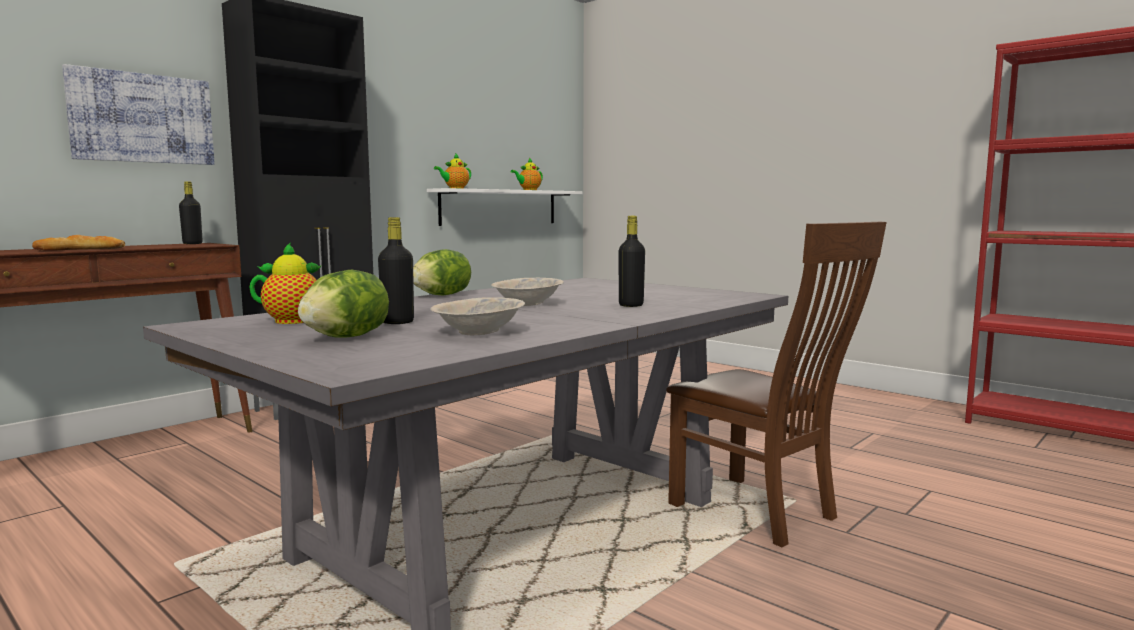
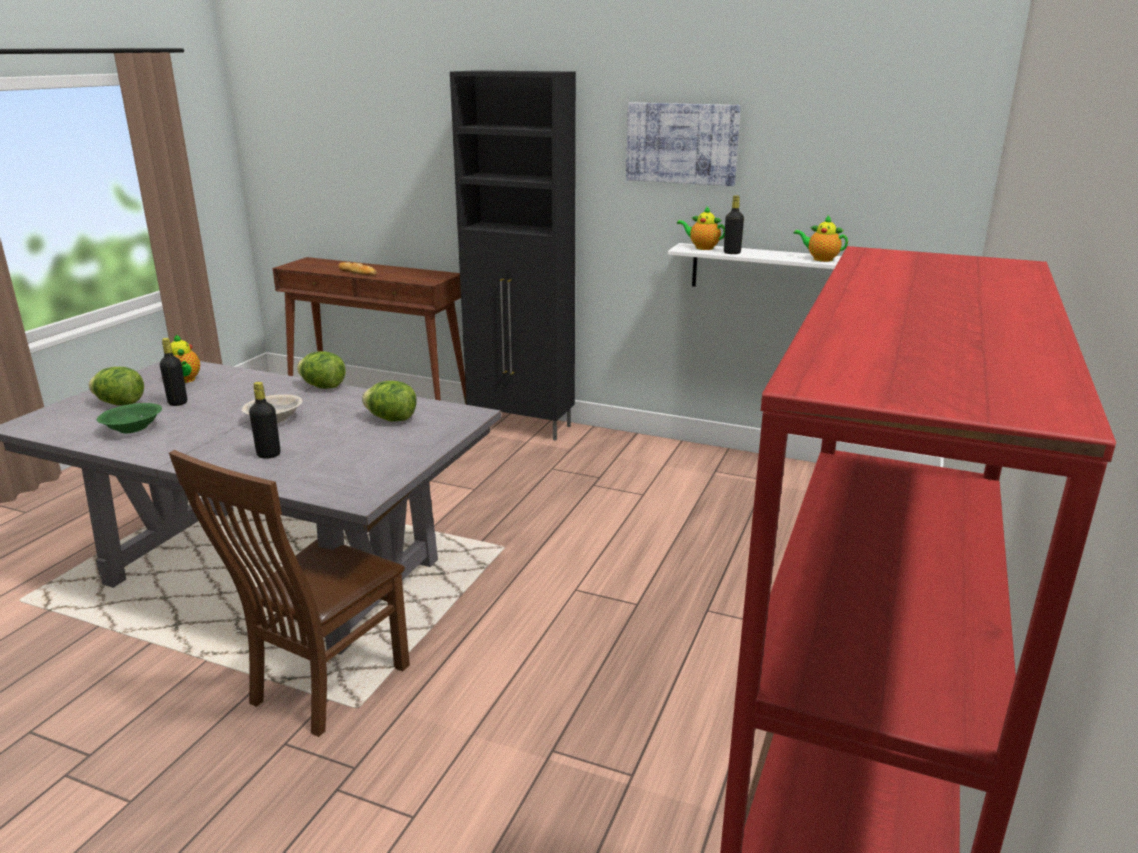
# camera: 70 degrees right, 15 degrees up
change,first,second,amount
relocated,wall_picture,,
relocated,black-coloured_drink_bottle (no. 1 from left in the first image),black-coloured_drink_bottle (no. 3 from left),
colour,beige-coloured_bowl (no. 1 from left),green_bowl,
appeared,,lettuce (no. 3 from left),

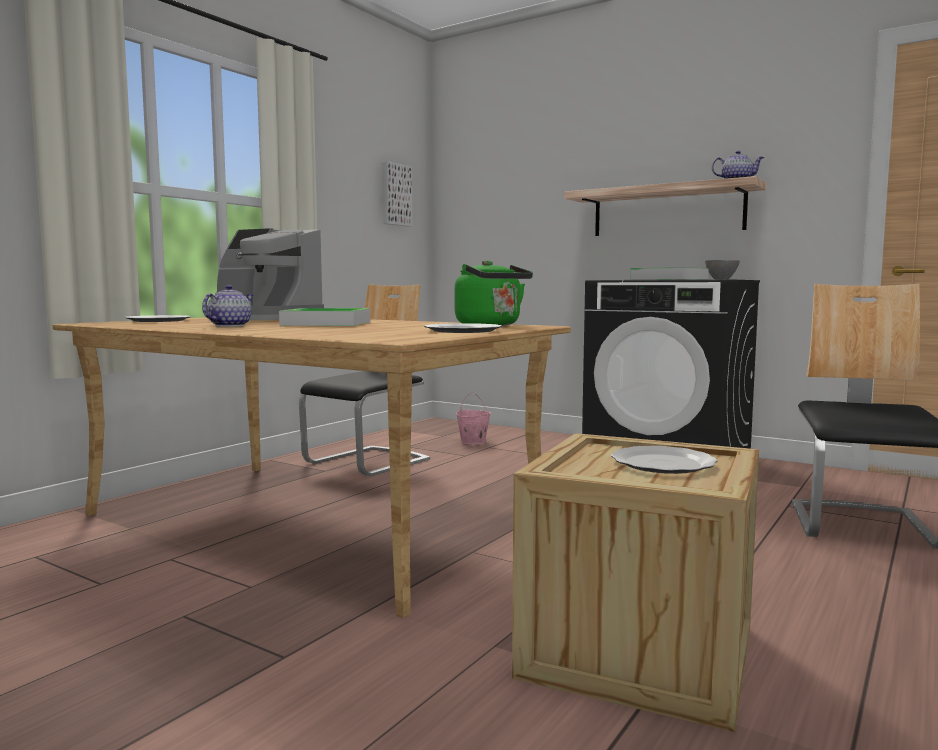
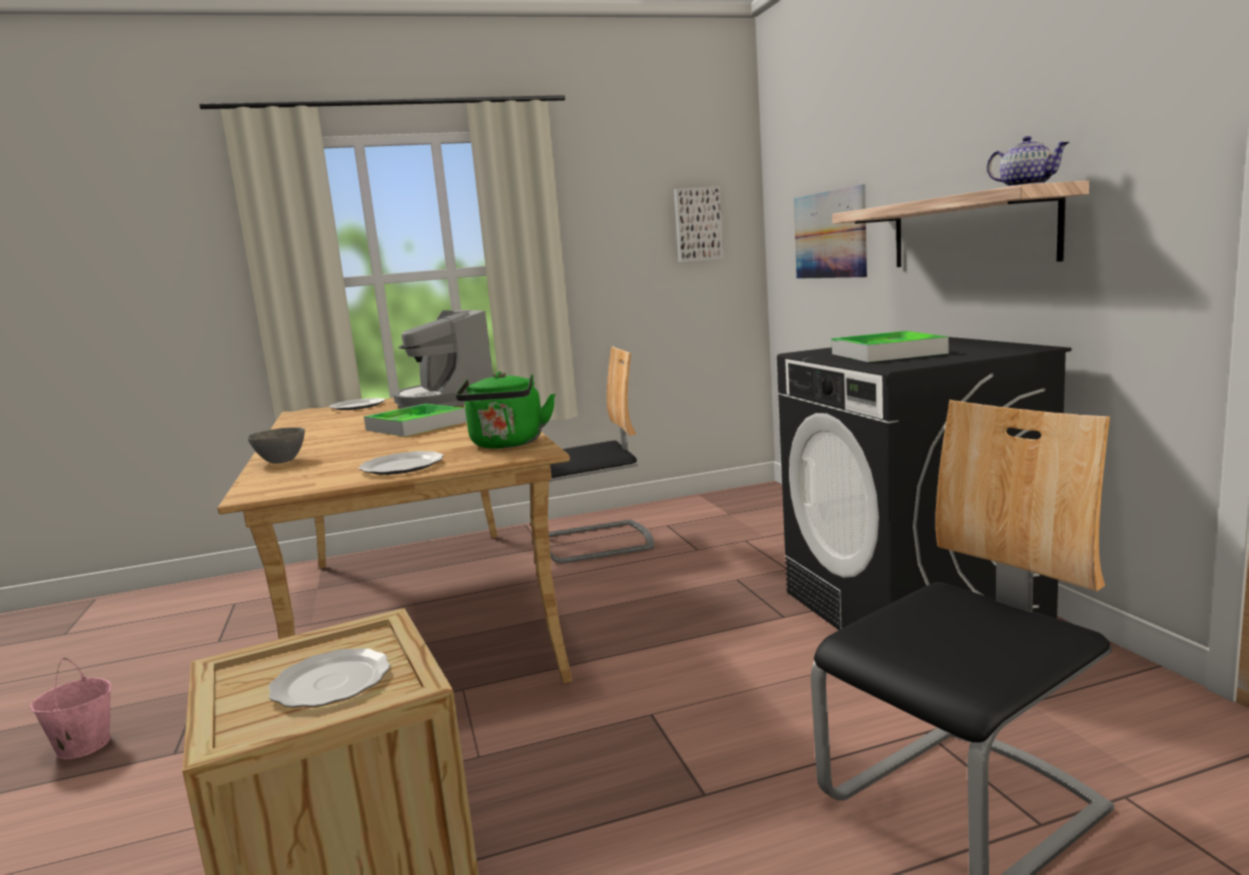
# camera: 40 degrees right, 5 degrees up
change,first,second,amount
relocated,greyish_bowl,,
missing,pot_for_tea (no. 1 from left),,
relocated,pink_water_bucket,,
appeared,,wall_picture (no. 2 from left),

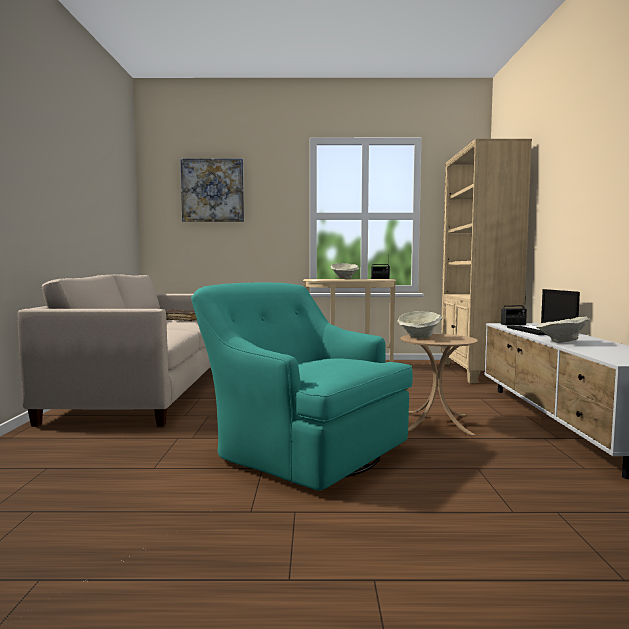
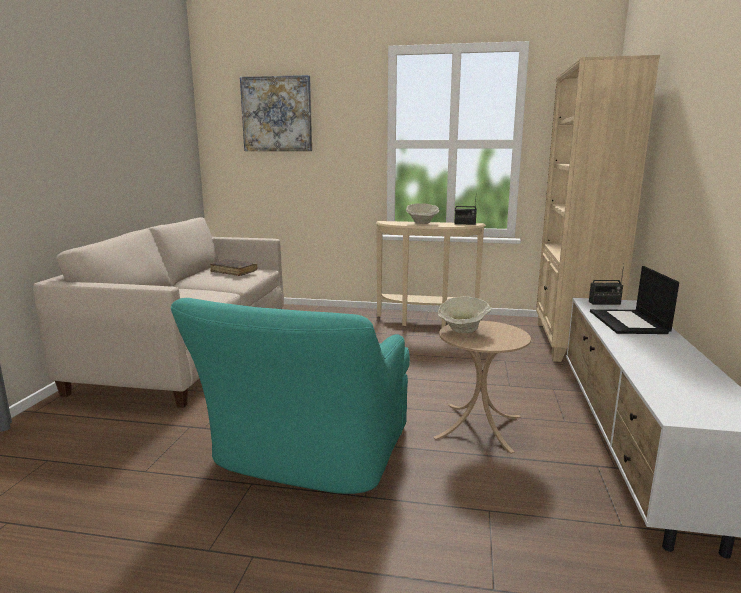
# camera: 10 degrees right, 10 degrees up
change,first,second,amount
spun,blue-green_easy_chair,,120 degrees counterclockwise
missing,beige-coloured_bowl (no. 3 from left),,

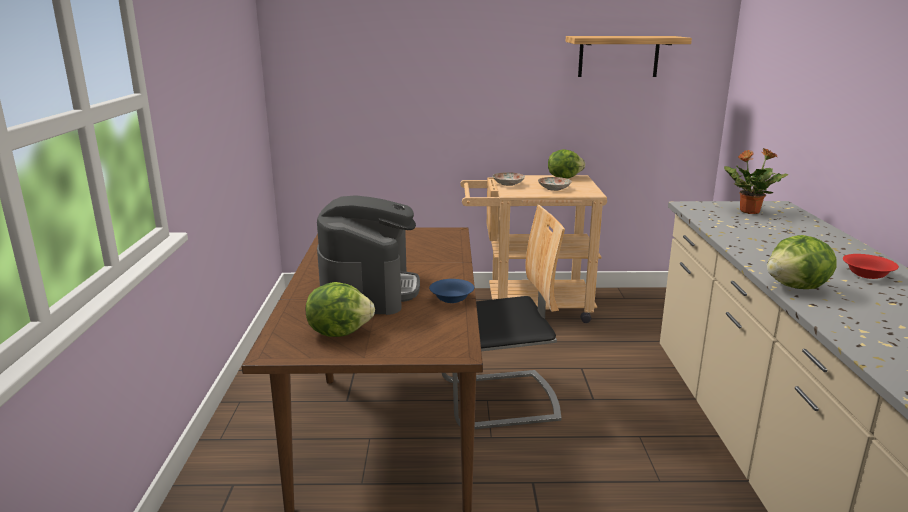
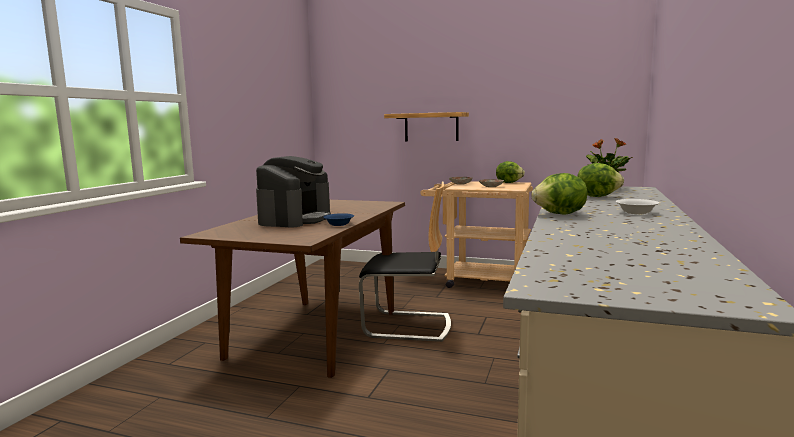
# camera: 20 degrees right, 10 degrees down
change,first,second,amount
relocated,bracket_shelf,,
colour,red-coloured_bowl,whitish_bowl,
relocated,lettuce (no. 1 from left in the first image),lettuce (no. 3 from left),

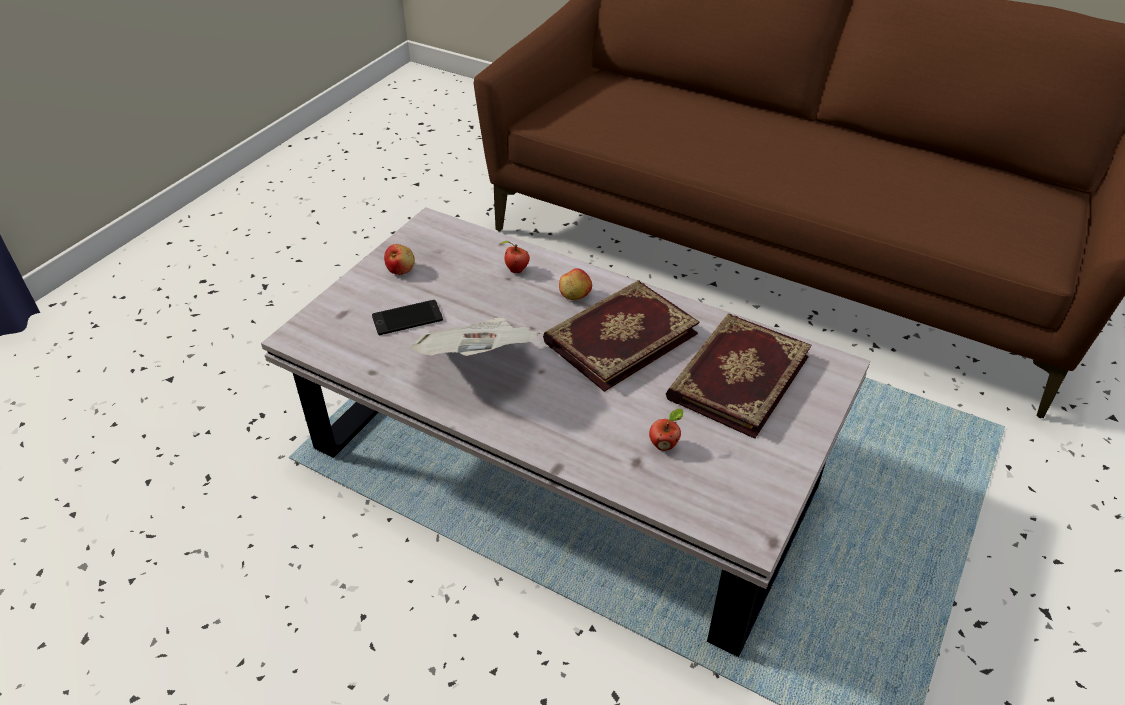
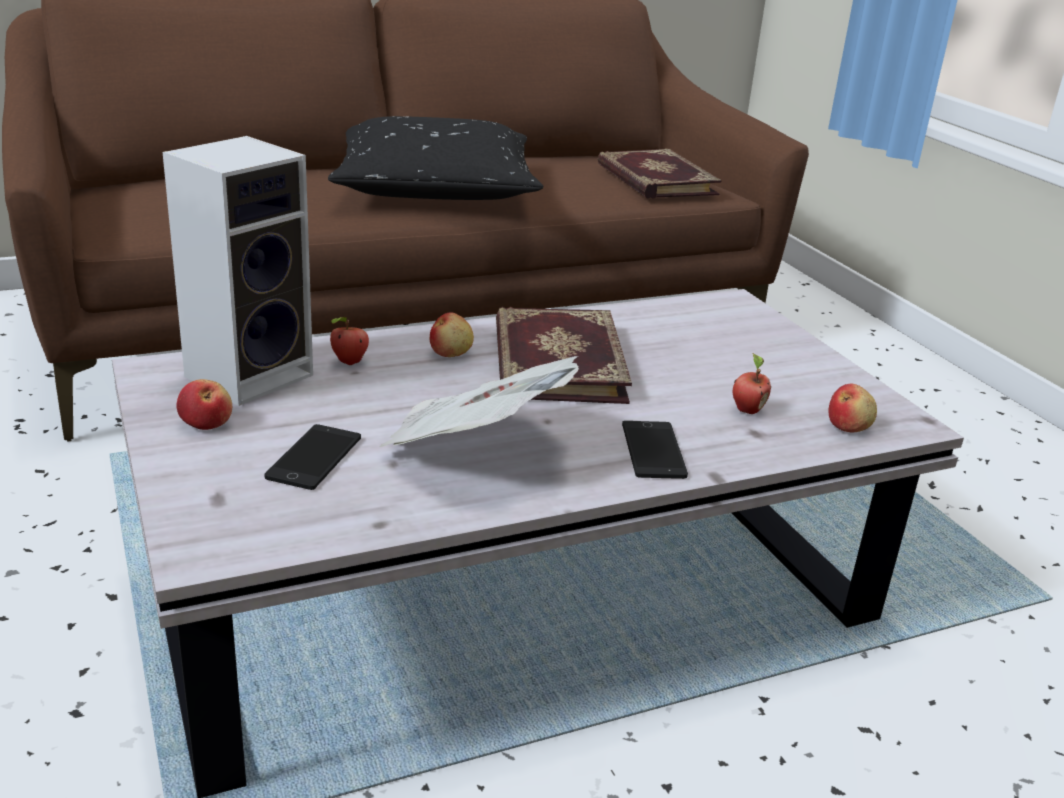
# camera: 55 degrees left, 15 degrees down
change,first,second,amount
relocated,book (no. 2 from left),,
appeared,,black-coloured_throw_pillow,
appeared,,loudspeaker,
appeared,,whole_apple (no. 5 from left),
appeared,,handset (no. 2 from left),

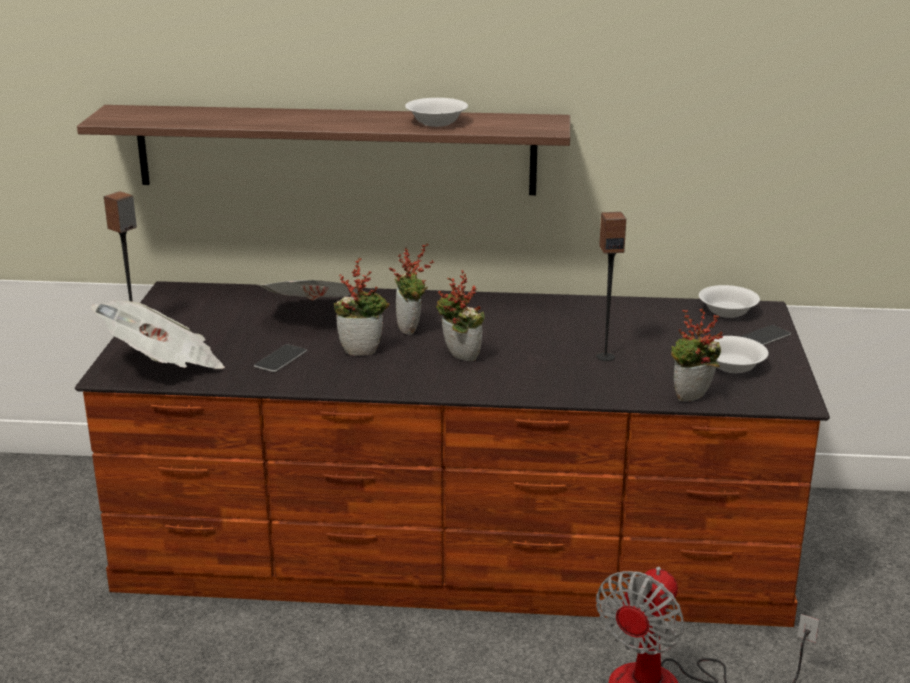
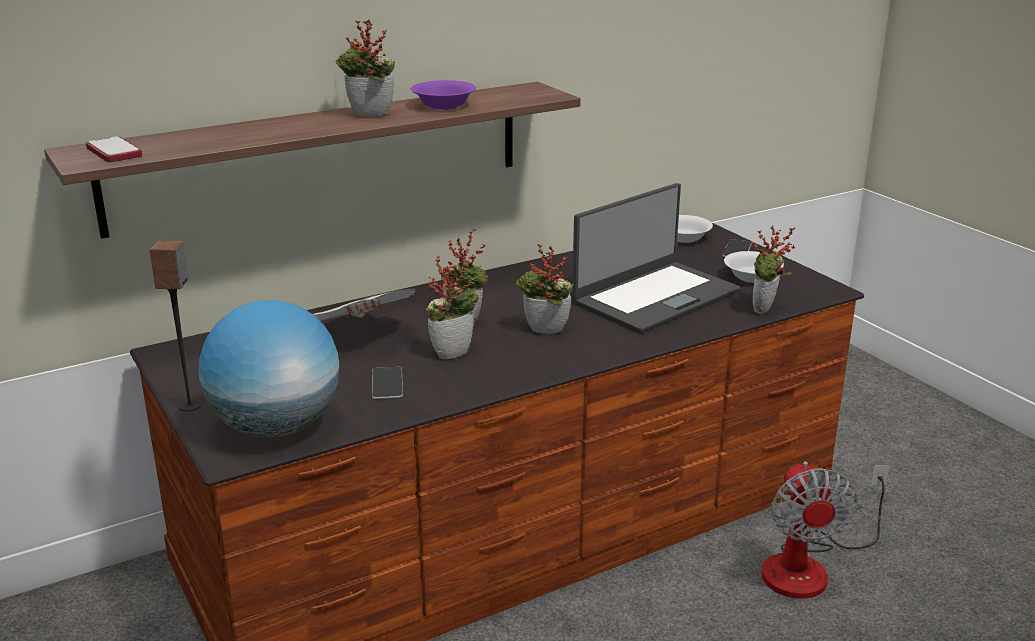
# camera: 35 degrees left, 0 degrees up
change,first,second,amount
colour,whitish_bowl (no. 1 from left),purplish_bowl,
exchanged,loudspeaker (no. 2 from left),notebook_computer,
exchanged,daily_paper (no. 1 from left),desk_globe,
appeared,,plant_in_a_pot (no. 1 from left),
appeared,,handset (no. 1 from left),

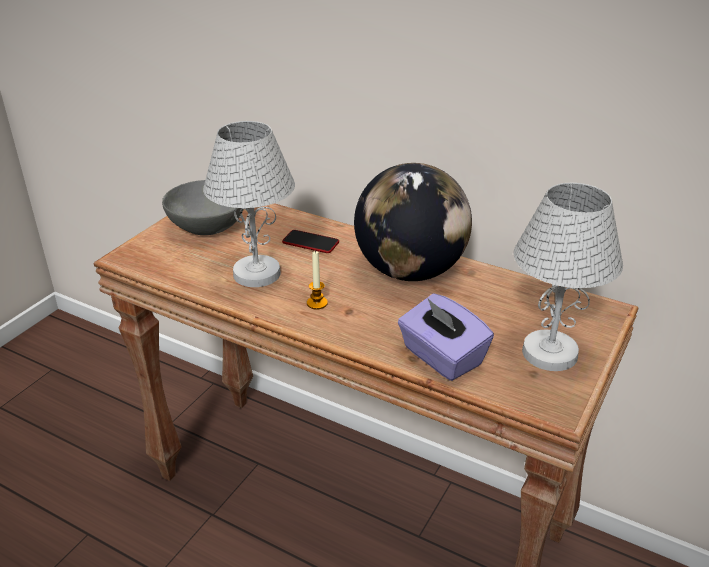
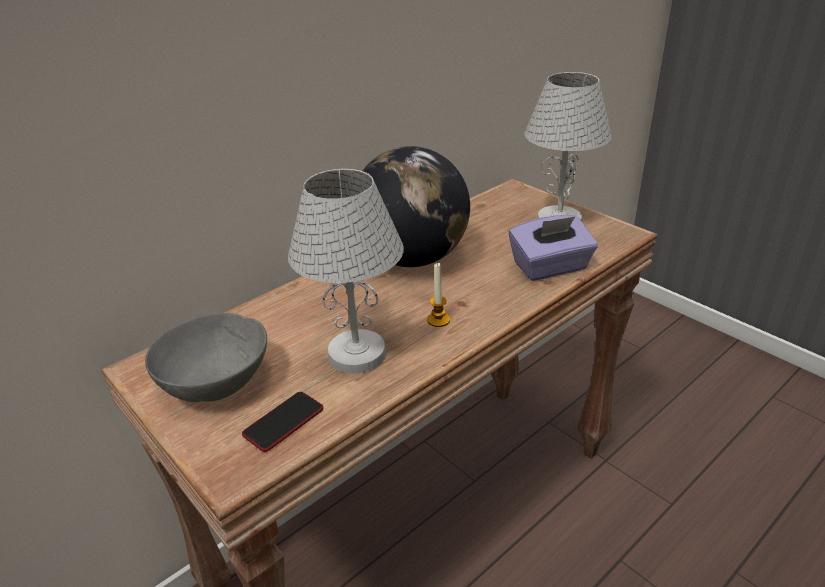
# camera: 70 degrees left, 0 degrees up
change,first,second,amount
relocated,handset,,

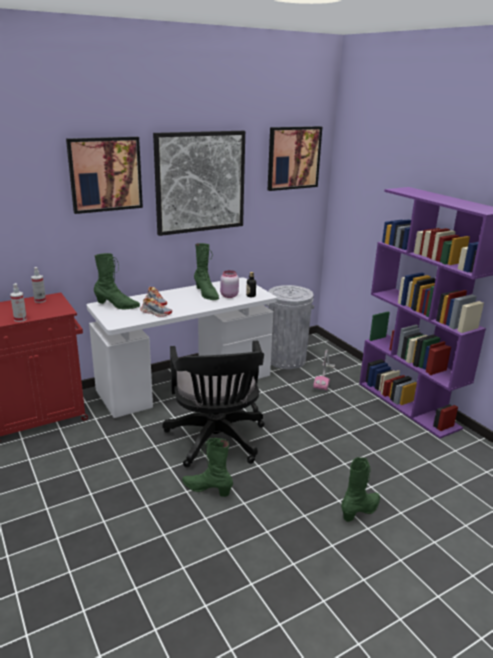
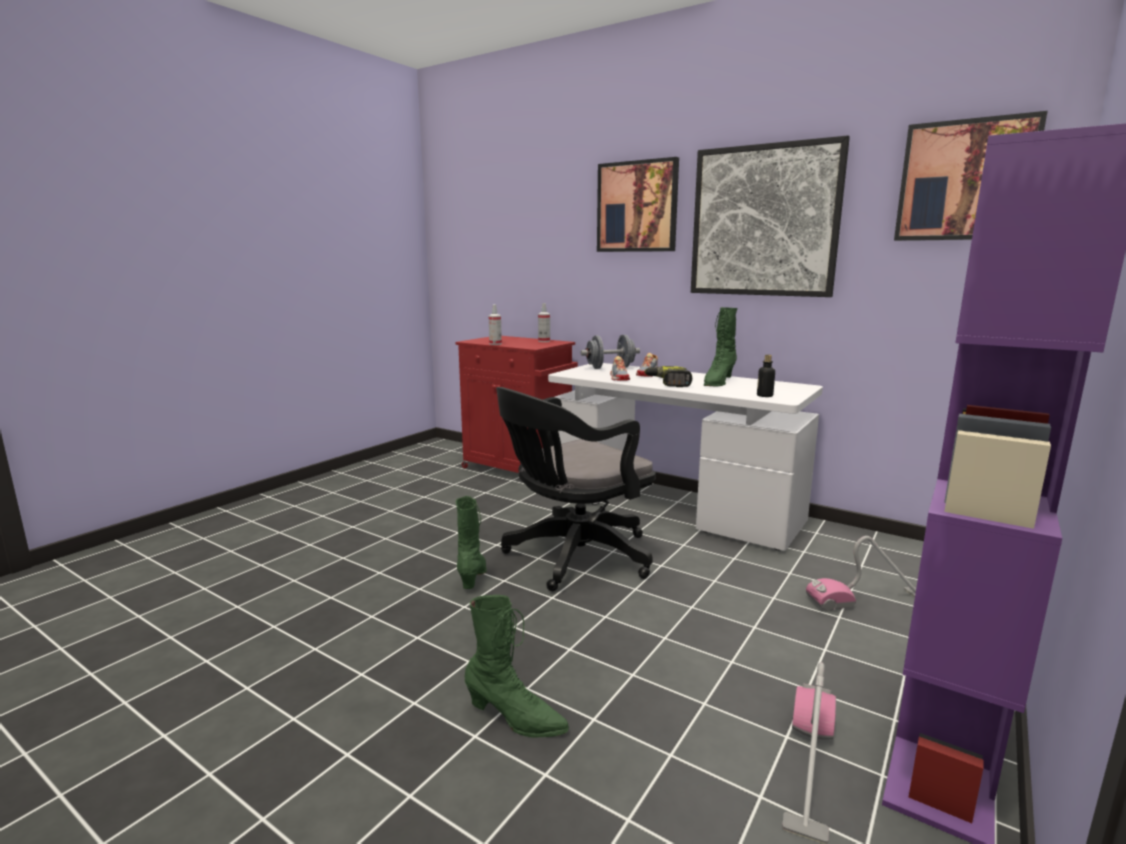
# camera: 65 degrees right, 10 degrees down
change,first,second,amount
exchanged,green_tall_boot (no. 1 from left),greyish_dumbbell,
missing,pink_preserve_jar,,
missing,greyish_rubbish_bin,,
appeared,,power_drill,
appeared,,vacuum_cleaner (no. 1 from left),

